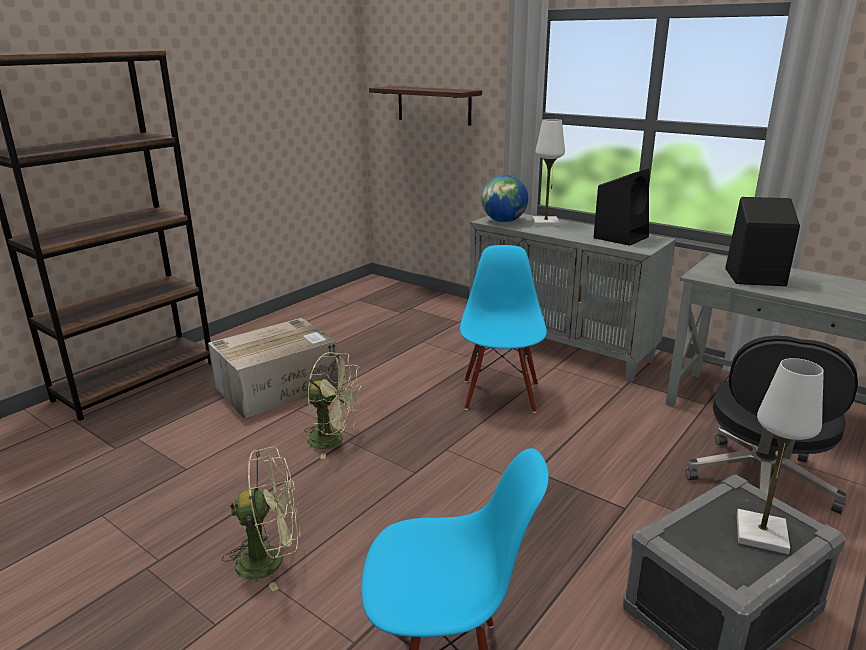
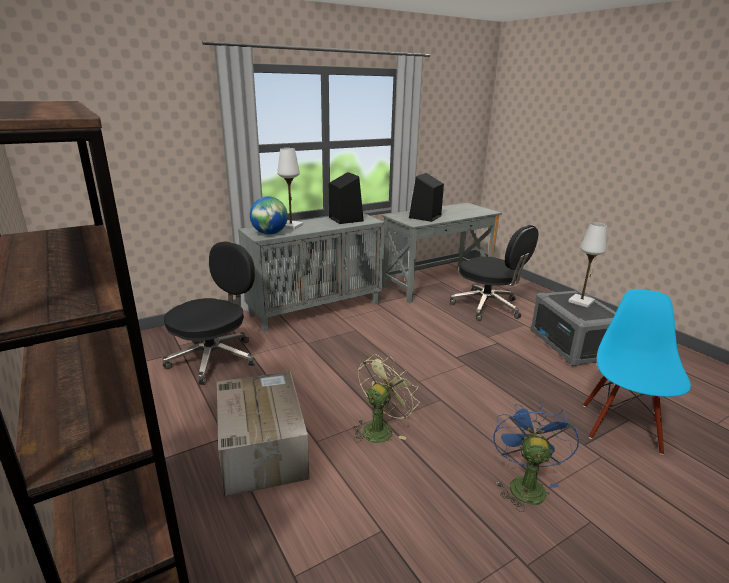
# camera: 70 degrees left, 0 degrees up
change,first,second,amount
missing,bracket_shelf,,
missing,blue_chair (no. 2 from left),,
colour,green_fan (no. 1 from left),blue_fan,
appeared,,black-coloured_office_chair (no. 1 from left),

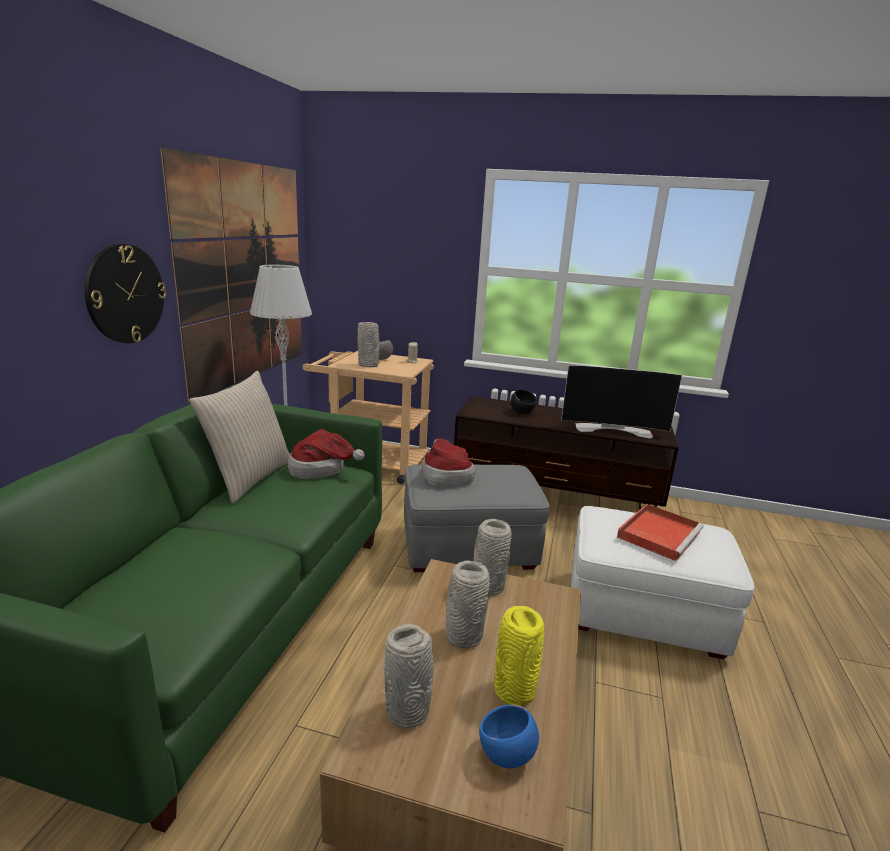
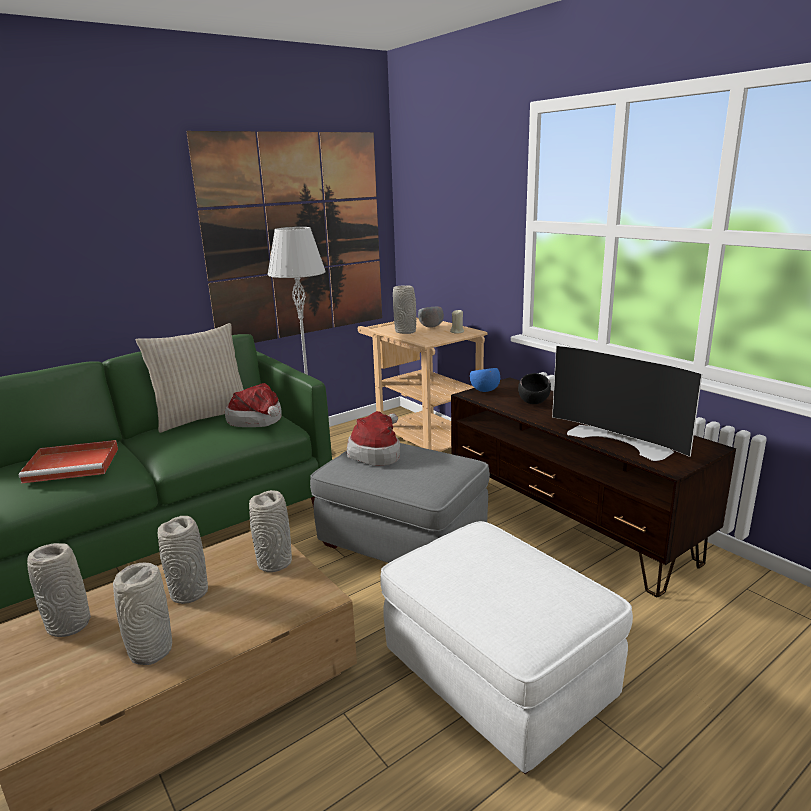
# camera: 40 degrees right, 0 degrees up
change,first,second,amount
missing,hanging_clock,,
relocated,red-coloured_carrying_tray,,
colour,yellow-coloured_vase,greyish_vase (no. 2 from left),
relocated,blue_bowl,,

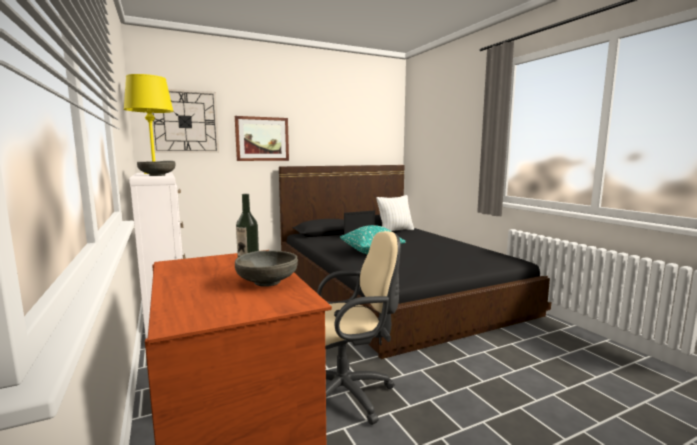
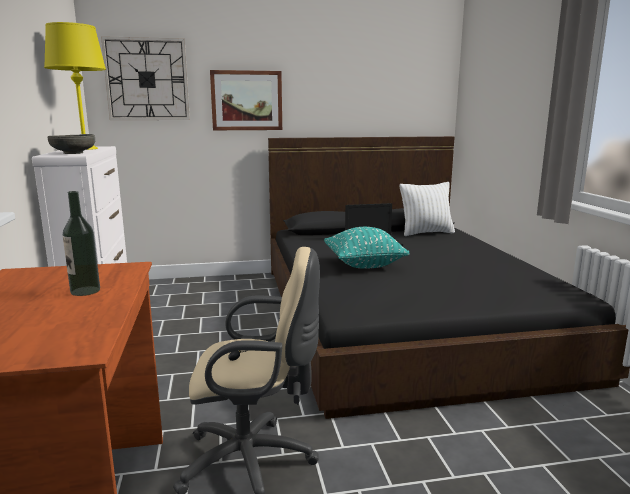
# camera: 15 degrees right, 5 degrees up
change,first,second,amount
missing,greyish_bowl (no. 2 from left),,

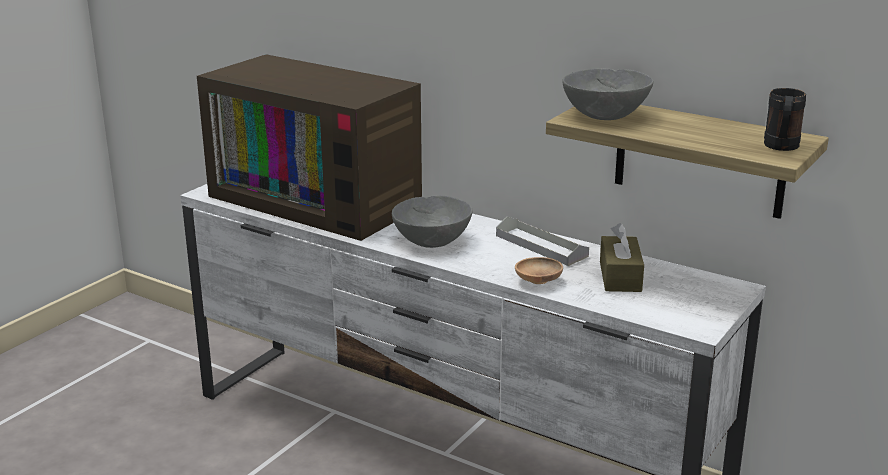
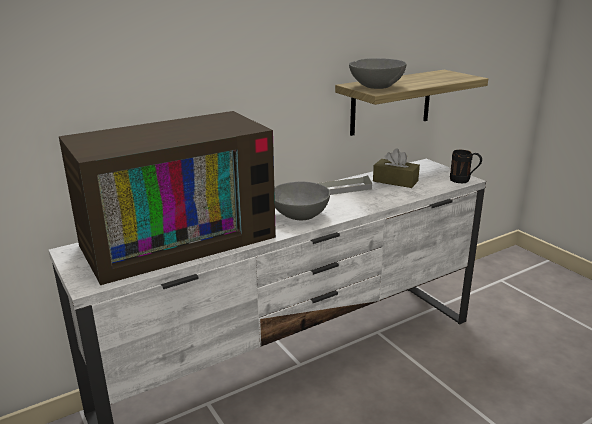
# camera: 65 degrees left, 0 degrees up
change,first,second,amount
relocated,black-coloured_tea_mug,,
missing,brown-coloured_bowl,,

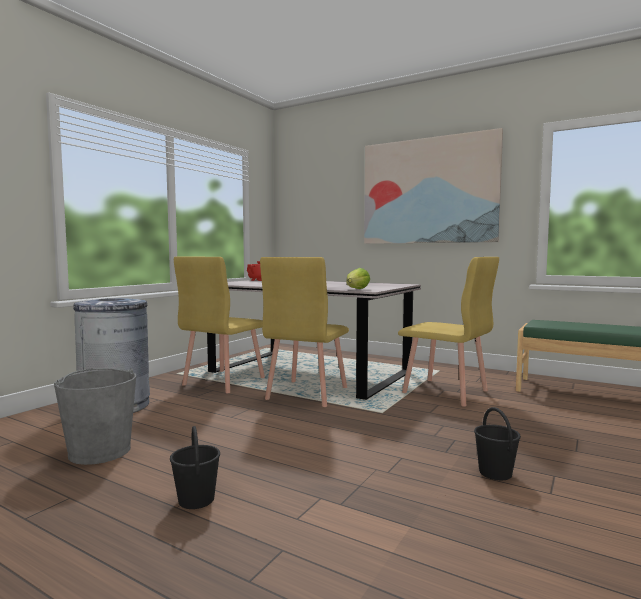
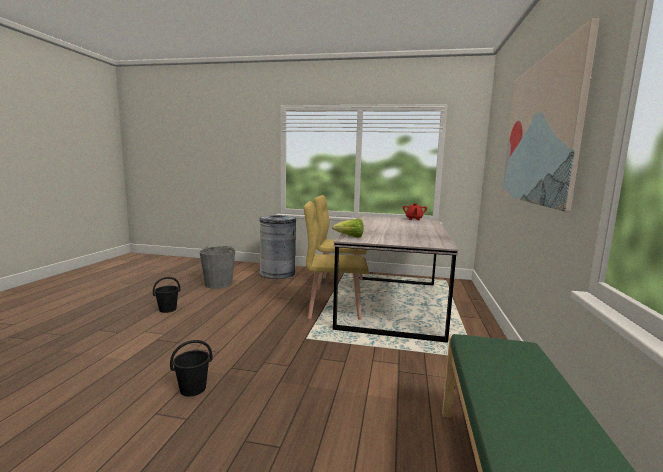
# camera: 70 degrees right, 5 degrees up
change,first,second,amount
missing,yellow-coloured_chair (no. 3 from left),,

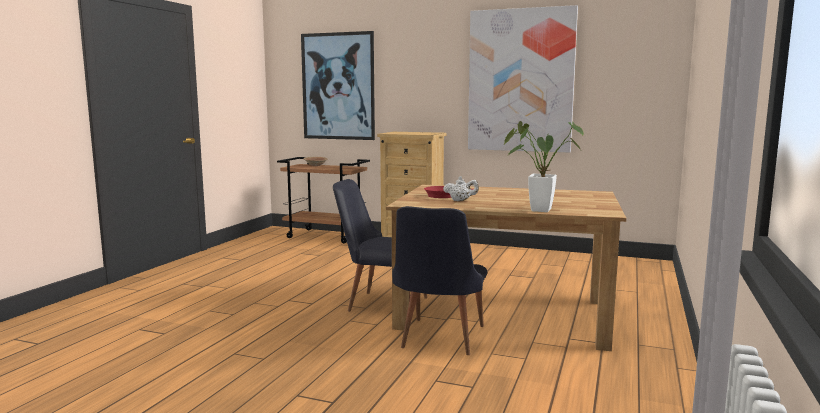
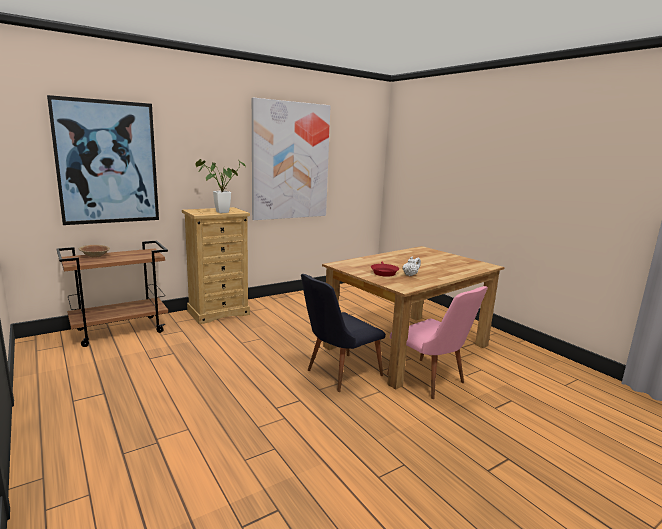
# camera: 55 degrees left, 5 degrees up
change,first,second,amount
relocated,plant_in_a_pot,,
colour,black-coloured_chair (no. 2 from left),pink_chair,

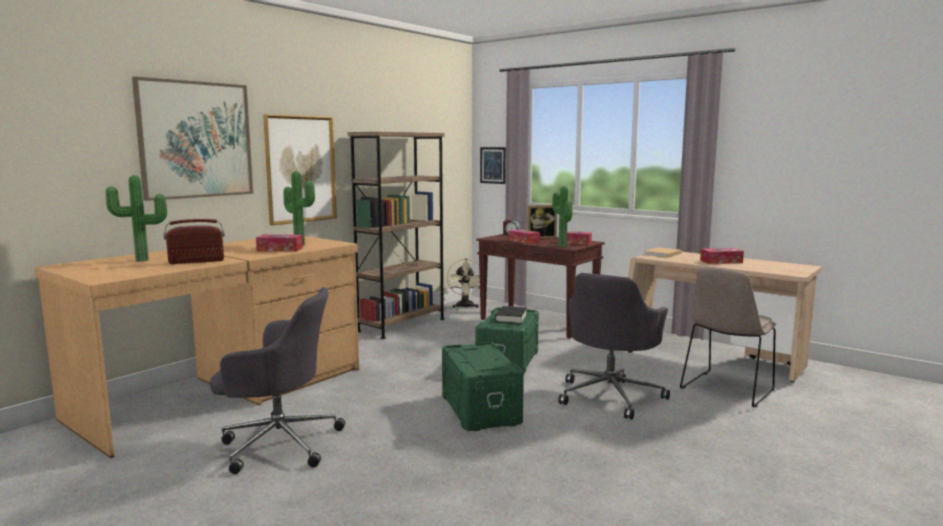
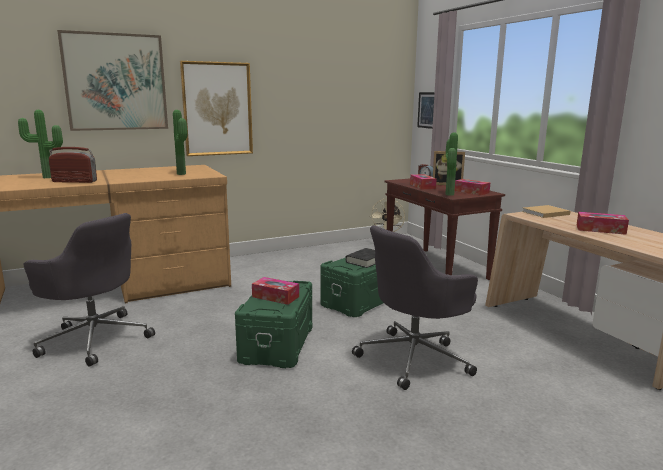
# camera: 25 degrees right, 5 degrees up
change,first,second,amount
missing,brown-coloured_bookcase,,
relocated,tissue_box (no. 1 from left),,
missing,beige-coloured_chair,,

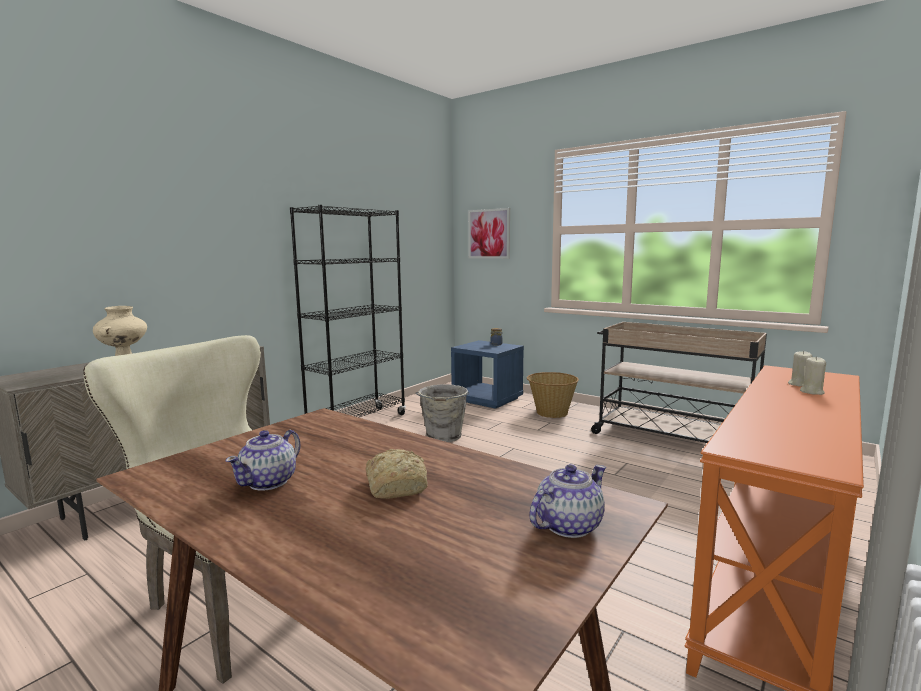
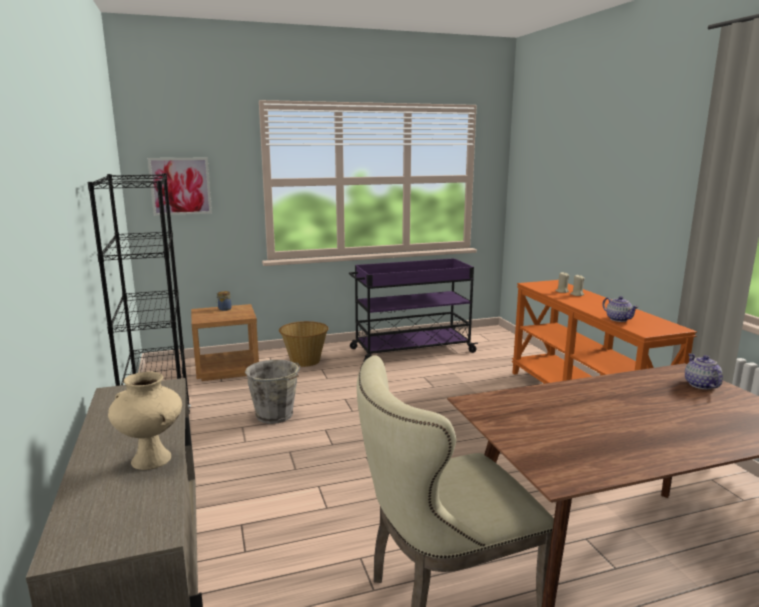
# camera: 55 degrees left, 5 degrees up
change,first,second,amount
colour,beige-coloured_trolley,purplish_trolley,
colour,blue_nightstand,brown-coloured_nightstand,
relocated,pot_for_tea (no. 1 from left),,
missing,bread,,

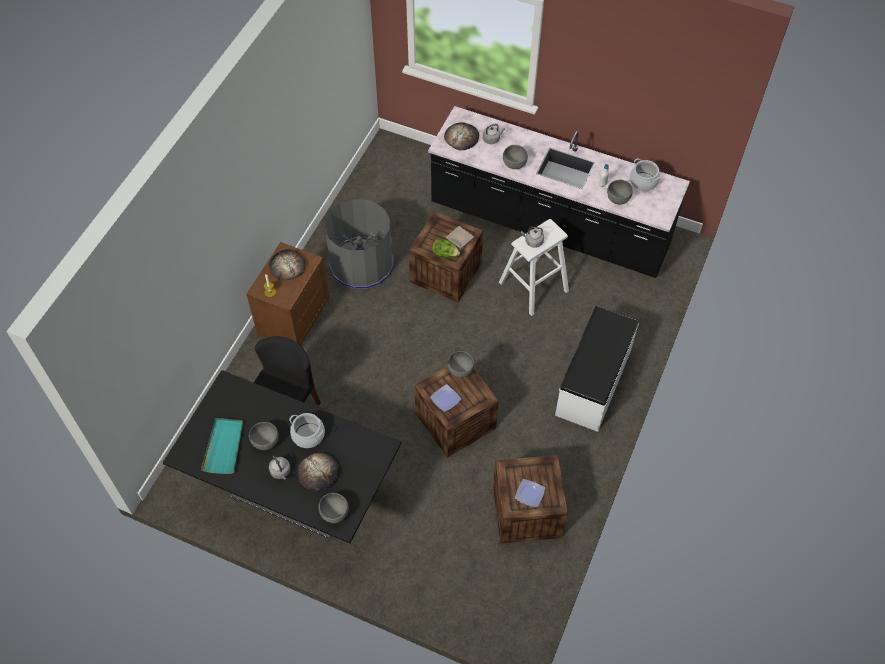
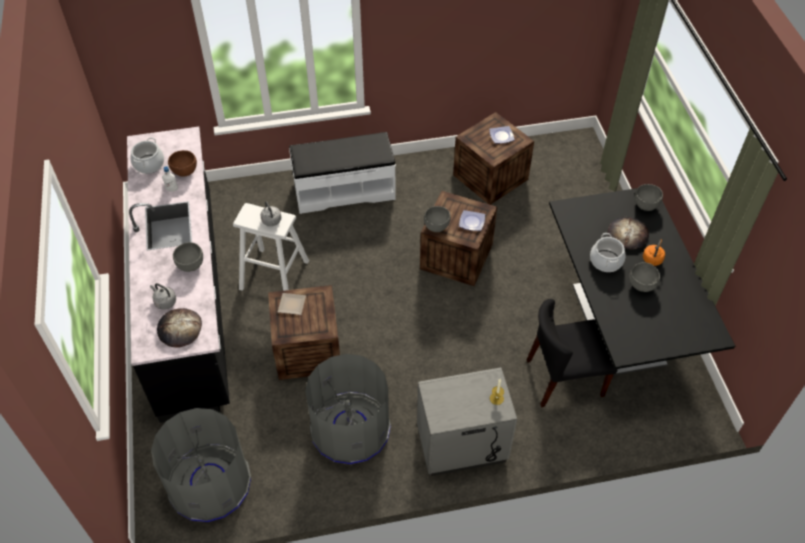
# camera: 125 degrees left, 5 degrees down
change,first,second,amount
colour,greyish_bowl (no. 5 from left),brown-coloured_bowl,
missing,lettuce,,
colour,brown-coloured_nightstand,greyish_nightstand,
missing,bread (no. 1 from left),,
missing,blue-green_carrying_tray,,
colour,greyish_tea_kettle (no. 1 from left),orangey_tea_kettle,
appeared,,greyish_rubbish_bin (no. 1 from left),

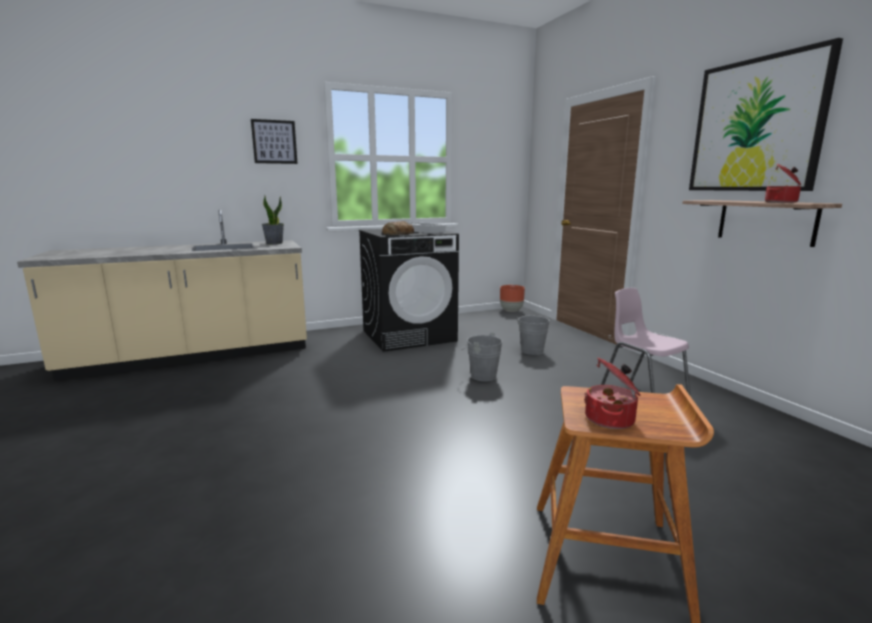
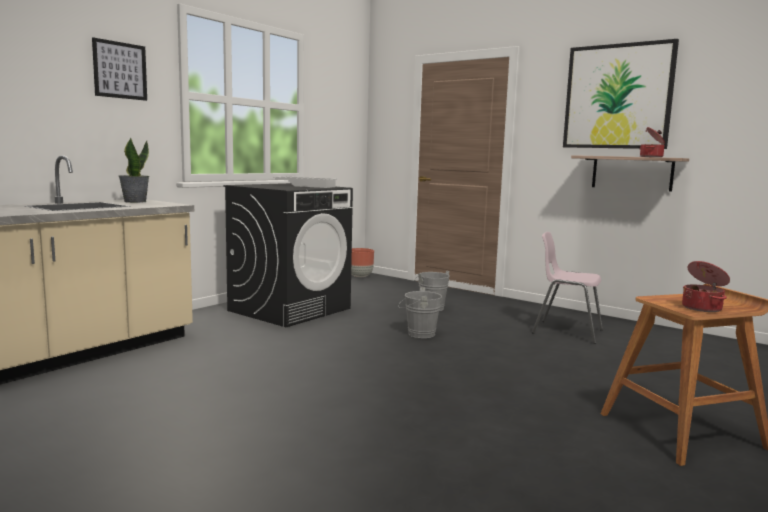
# camera: 30 degrees left, 5 degrees down
change,first,second,amount
missing,bread,,

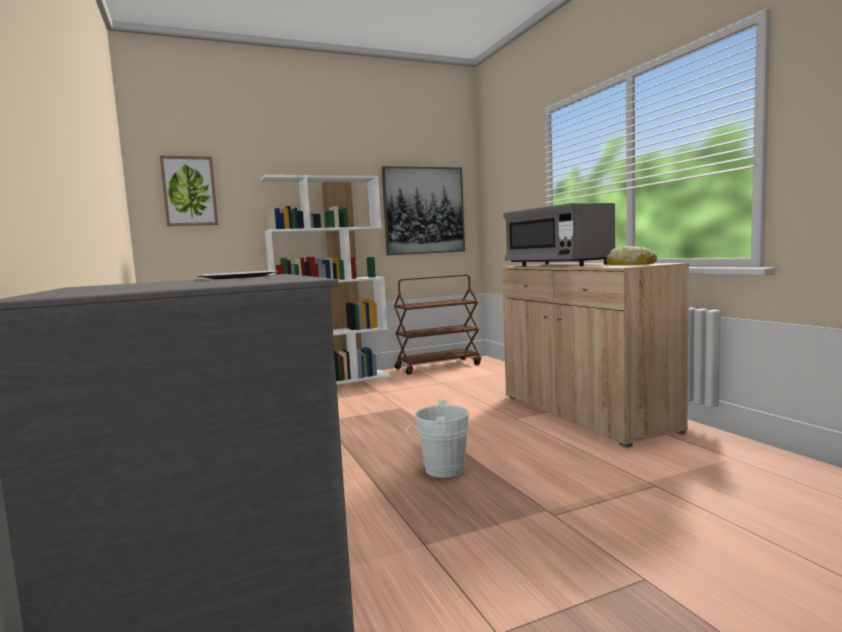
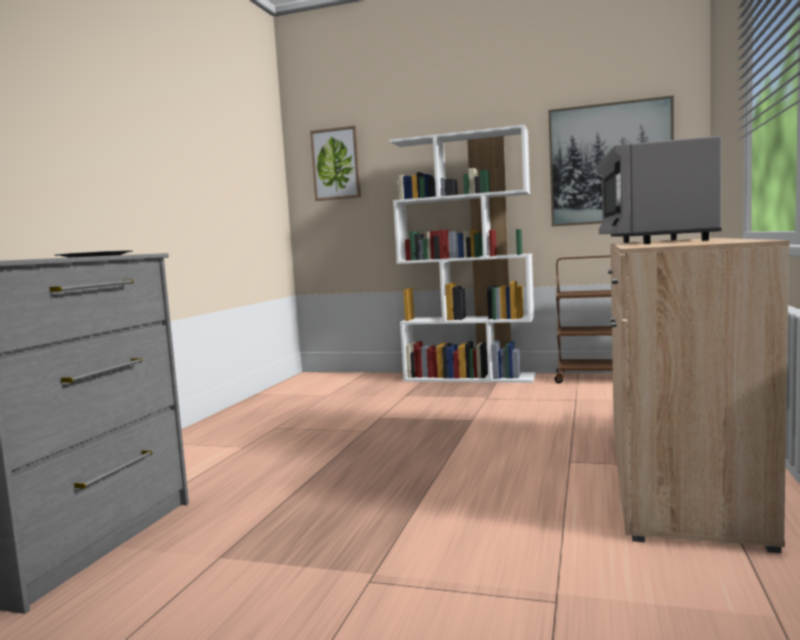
# camera: 40 degrees right, 0 degrees up
change,first,second,amount
missing,bread,,
missing,whitish_water_bucket,,

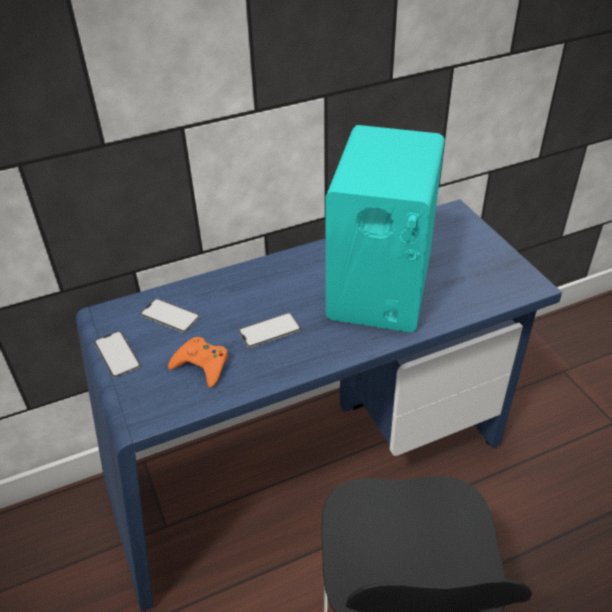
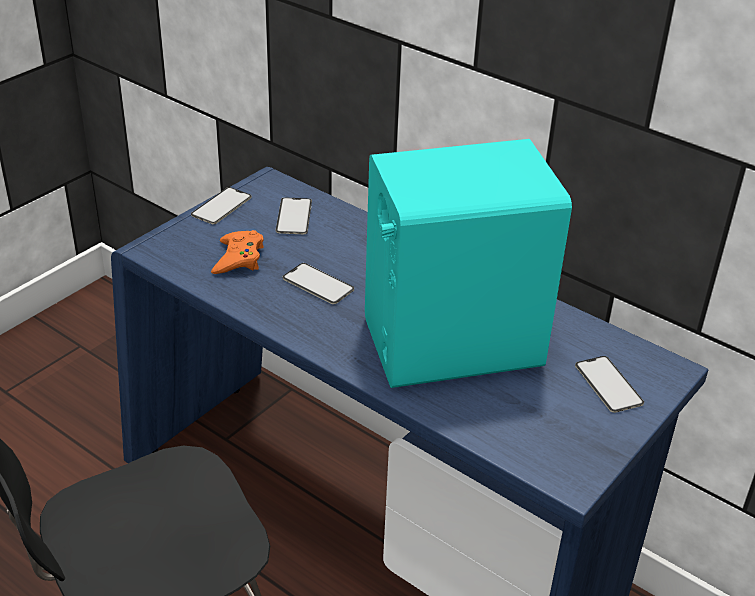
# camera: 60 degrees right, 5 degrees down
change,first,second,amount
appeared,,handset (no. 4 from left),

